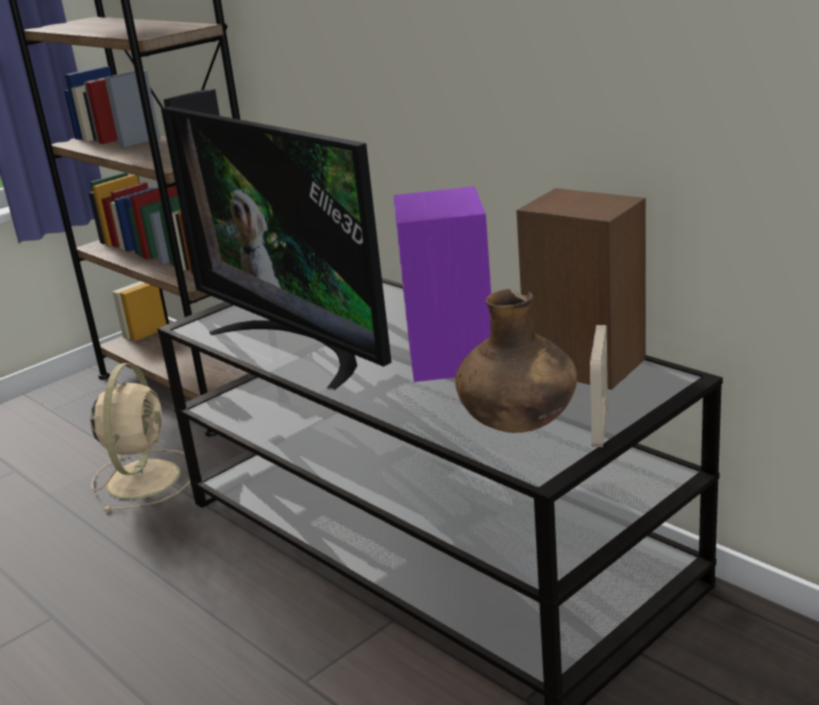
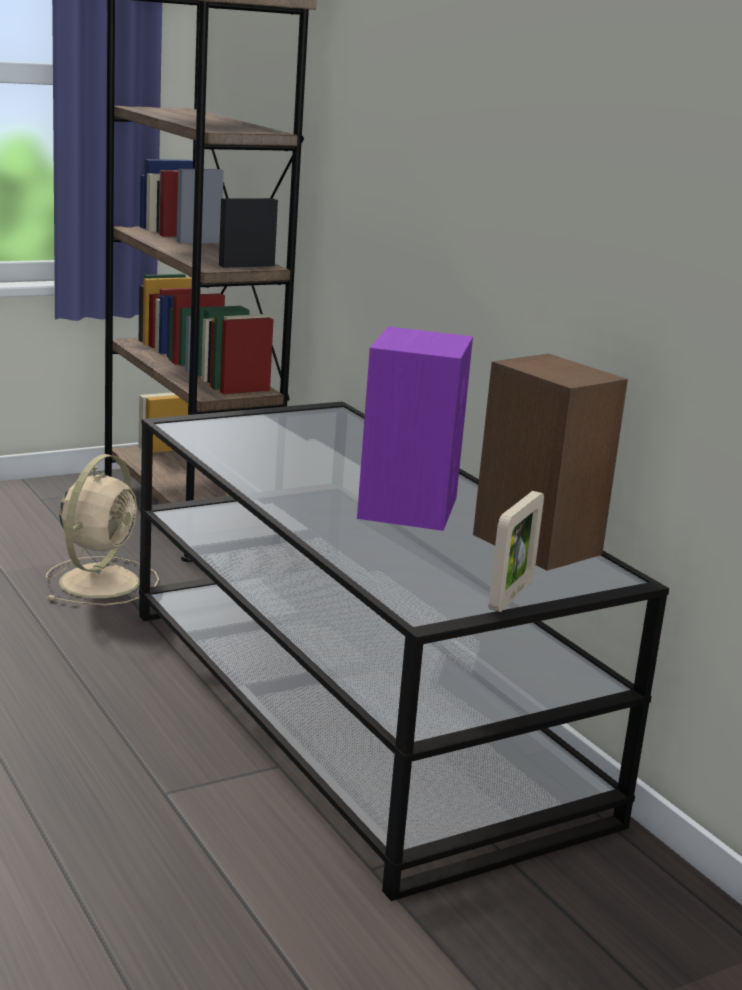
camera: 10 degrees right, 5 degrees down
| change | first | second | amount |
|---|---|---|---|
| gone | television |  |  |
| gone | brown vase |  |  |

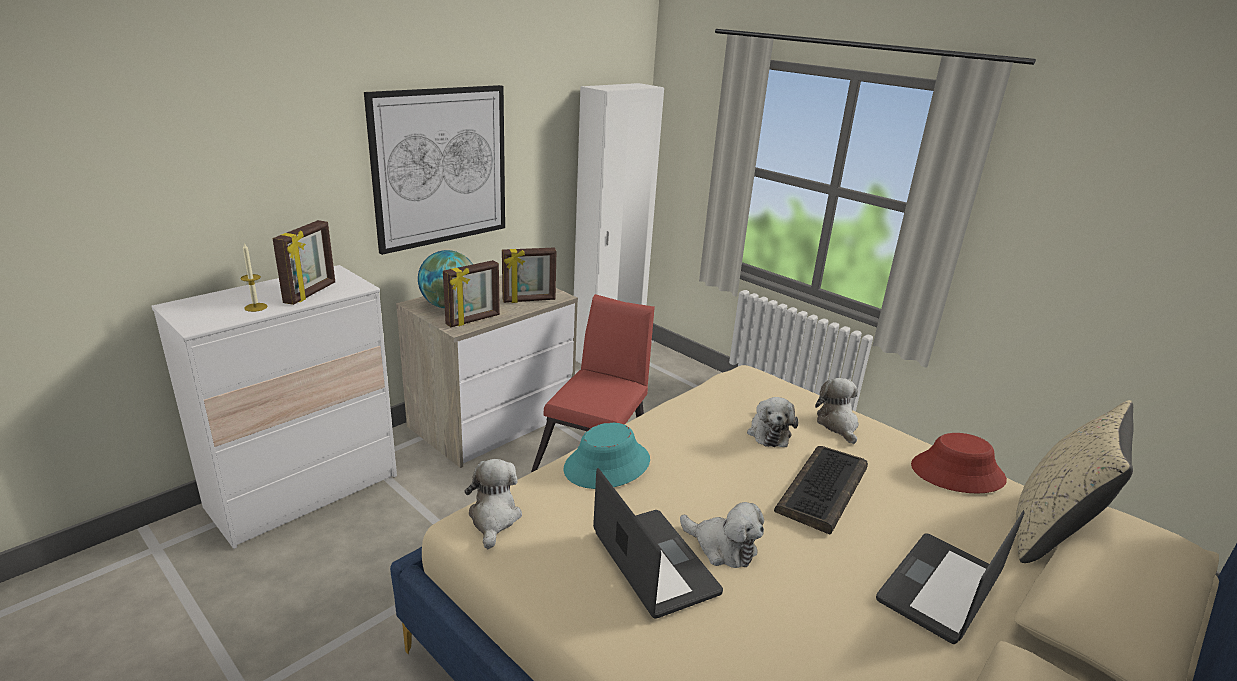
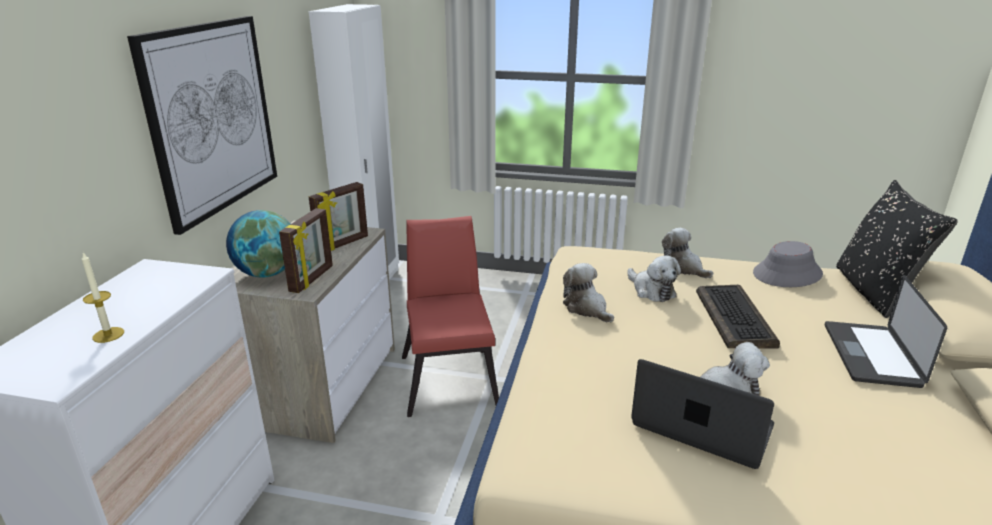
camera: 30 degrees left, 0 degrees up
| change | first | second | amount |
|---|---|---|---|
| gone | picture frame (no. 1 from left) |  |  |
| gone | turquoise hat |  |  |
| shifted | plush toy (no. 1 from left) |  |  |
| repainted | red hat | grey hat |  |
| repainted | beige pillow | black pillow |  |

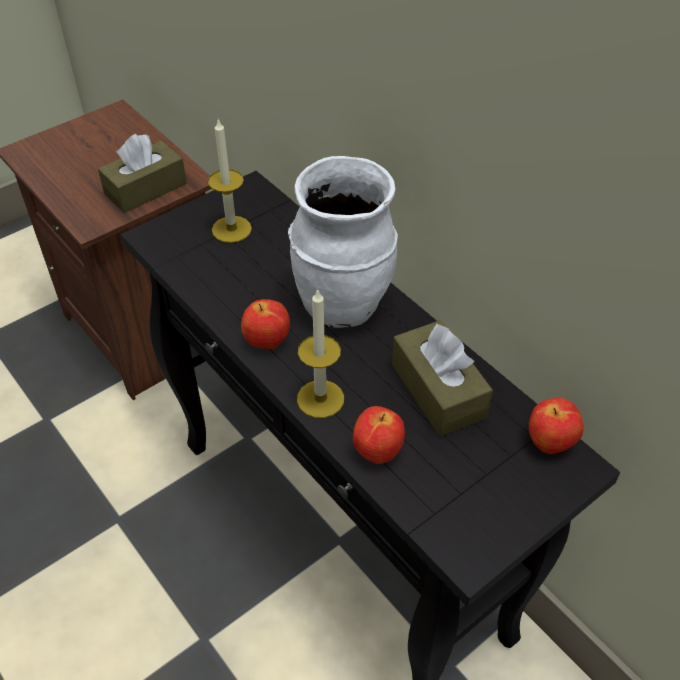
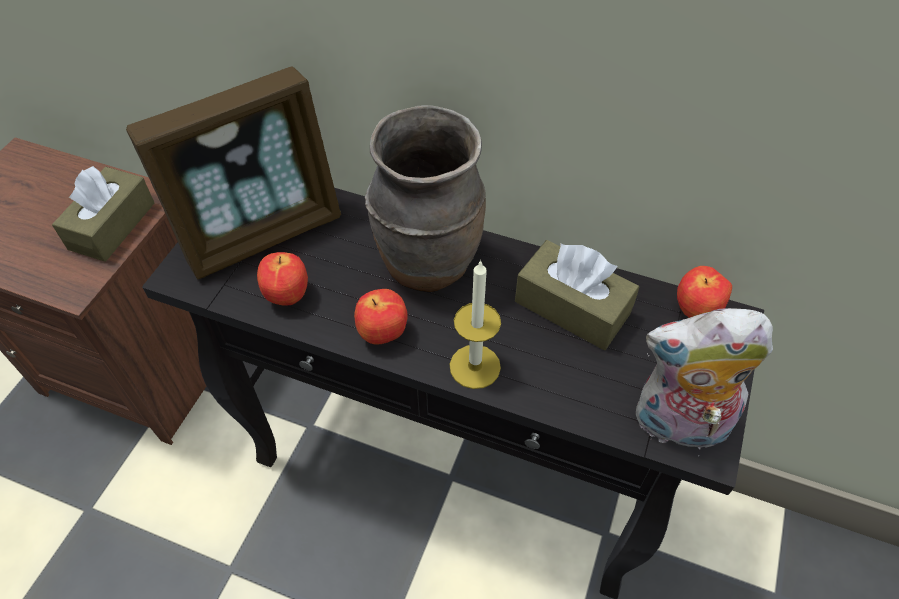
camera: 30 degrees left, 5 degrees up
| change | first | second | amount |
|---|---|---|---|
| new |  | plush toy |  |
| shifted | apple (no. 2 from left in the first image) | apple (no. 1 from left) |  |
| swapped | candle (no. 1 from left) | picture frame |  |
| repainted | white vase | brown vase |  |

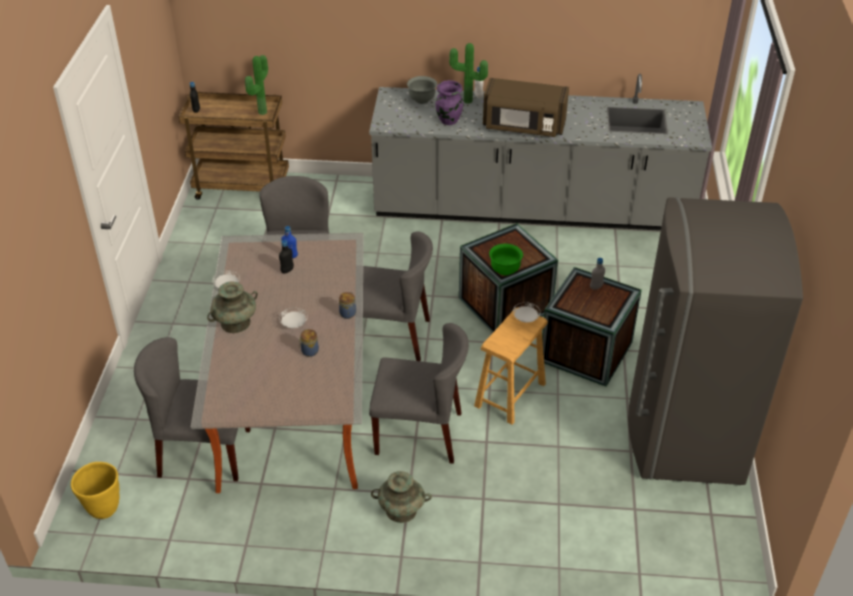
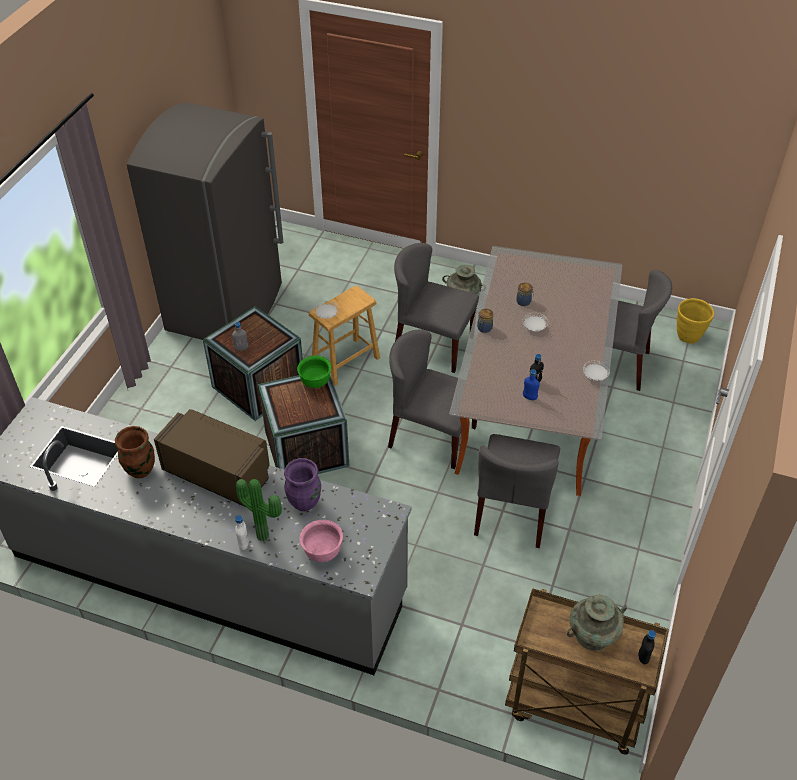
camera: 165 degrees left, 5 degrees up
| change | first | second | amount |
|---|---|---|---|
| gone | potted plant (no. 1 from left) |  |  |
| new |  | brown vase |  |
| shifted | turquoise vase (no. 1 from left in the first image) | turquoise vase (no. 2 from left) |  |
| repainted | grey bowl | pink bowl |  |

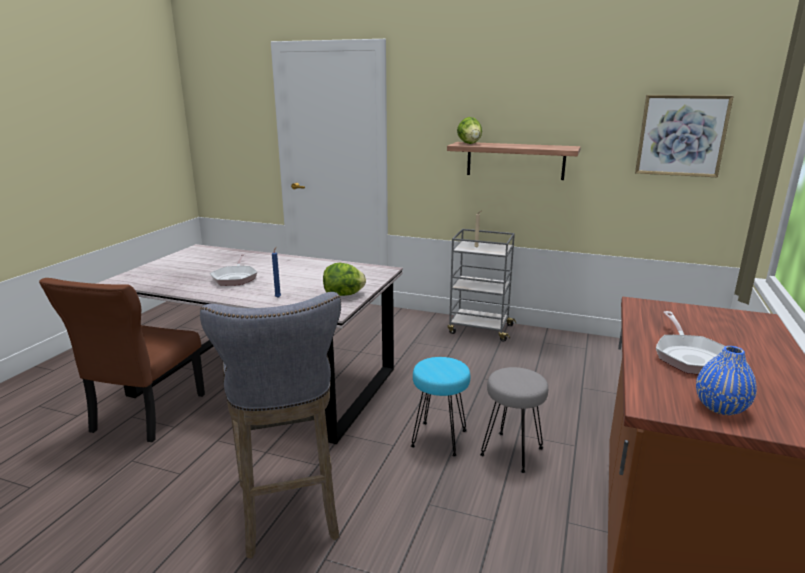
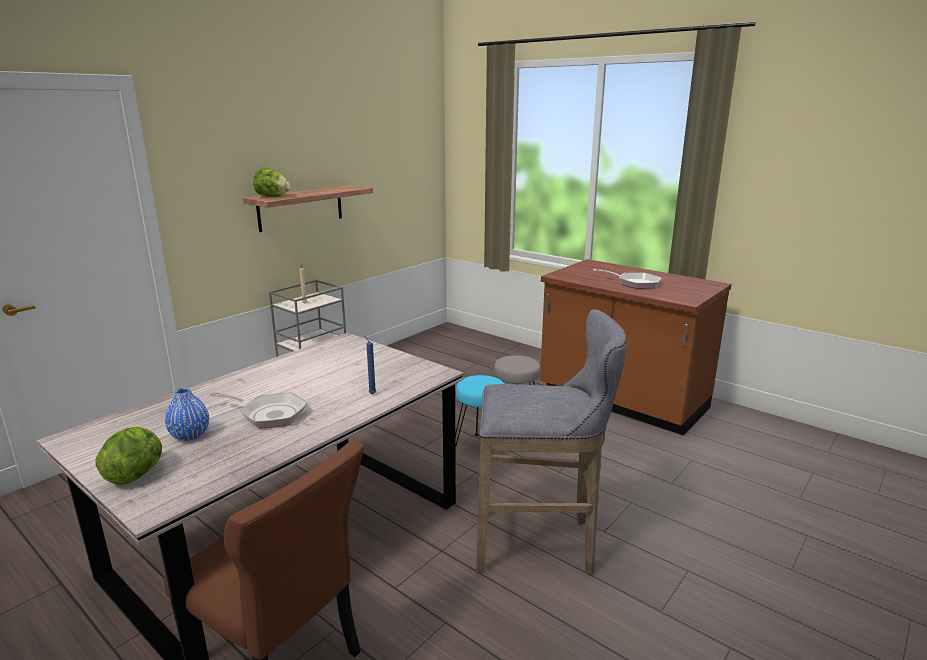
camera: 70 degrees left, 0 degrees up
| change | first | second | amount |
|---|---|---|---|
| gone | picture |  |  |
| shifted | lettuce (no. 1 from left) |  |  |
| shifted | blue vase |  |  |

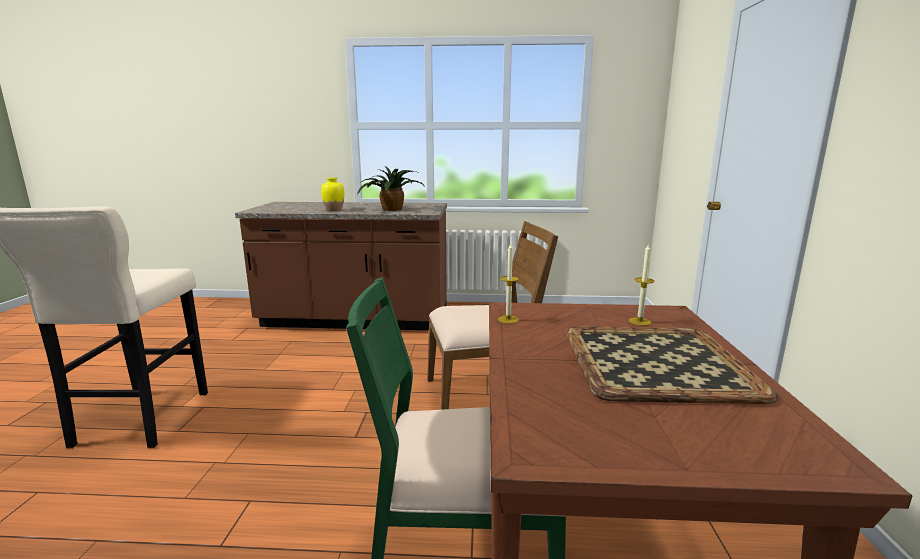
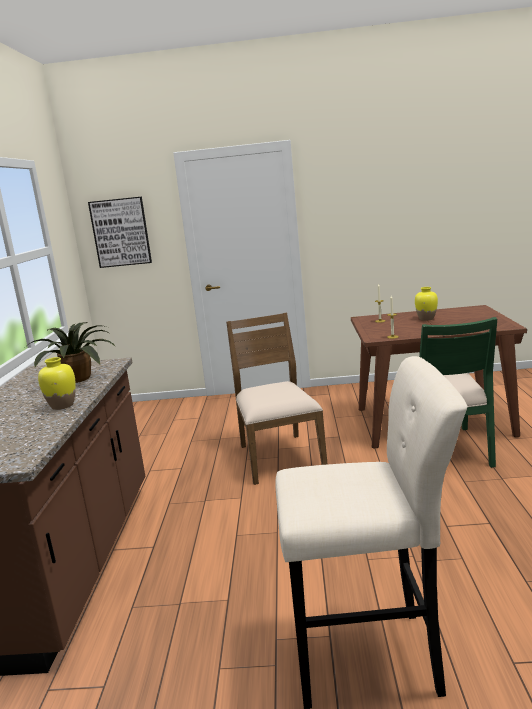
camera: 90 degrees left, 0 degrees up
| change | first | second | amount |
|---|---|---|---|
| new |  | picture |  |
| swapped | tray | yellow vase (no. 2 from left) |  |

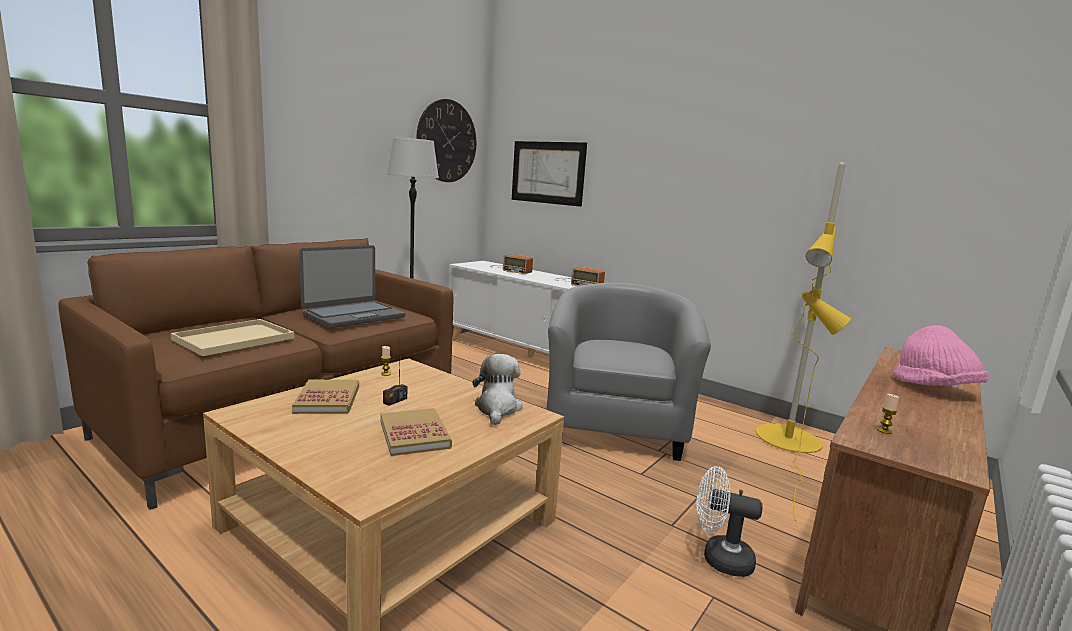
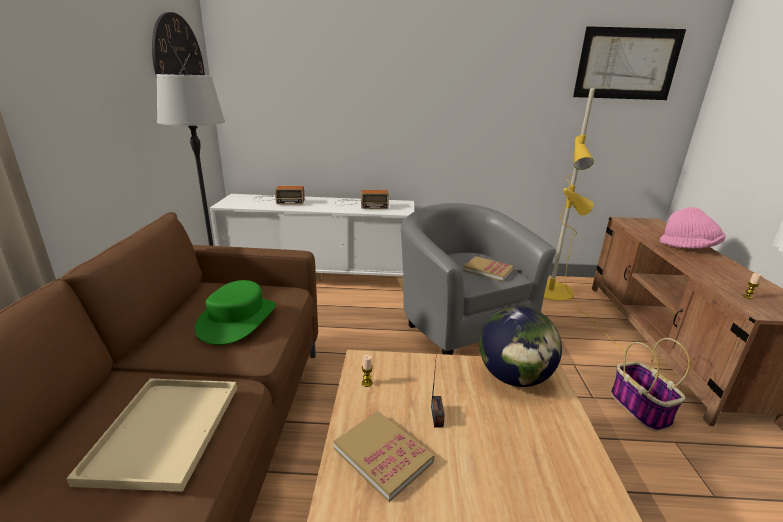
camera: 35 degrees left, 10 degrees up
| change | first | second | amount |
|---|---|---|---|
| shifted | book (no. 2 from left) |  |  |
| shifted | picture |  |  |
| swapped | laptop | green hat |  |
| swapped | plush toy | globe |  |
| swapped | white fan | basket |  |

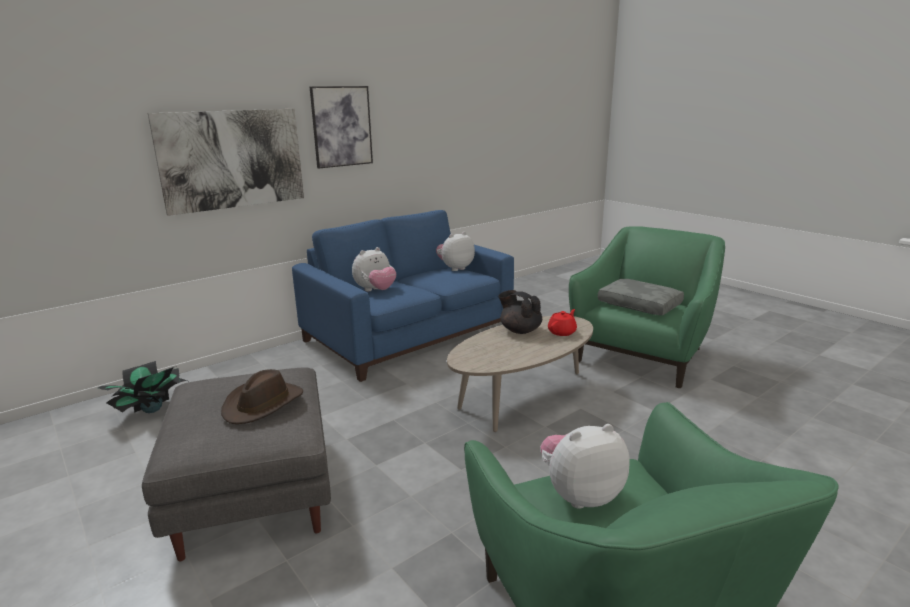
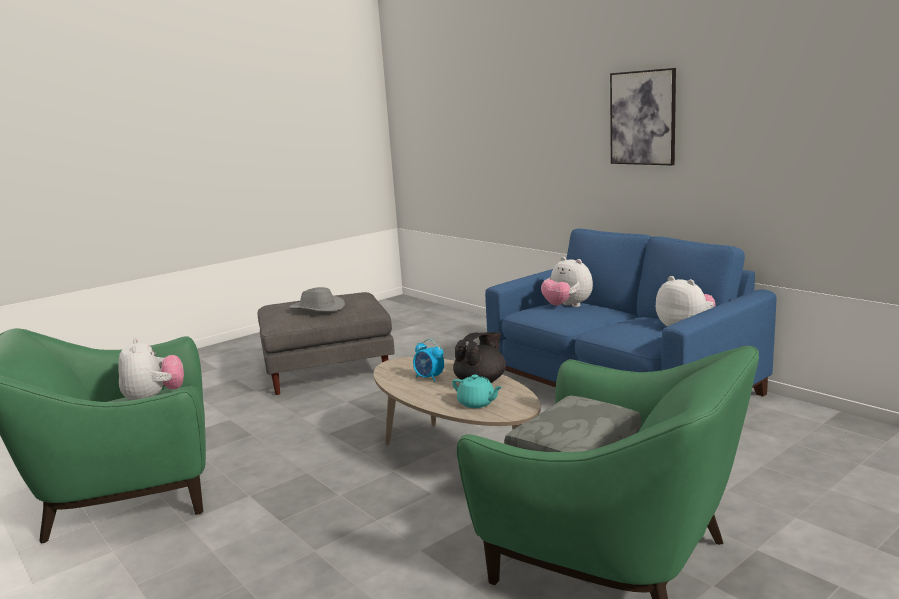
camera: 90 degrees right, 5 degrees down
| change | first | second | amount |
|---|---|---|---|
| gone | potted plant |  |  |
| gone | picture (no. 1 from left) |  |  |
| new |  | alarm clock |  |
| repainted | brown hat | grey hat |  |
| repainted | red teapot | turquoise teapot |  |

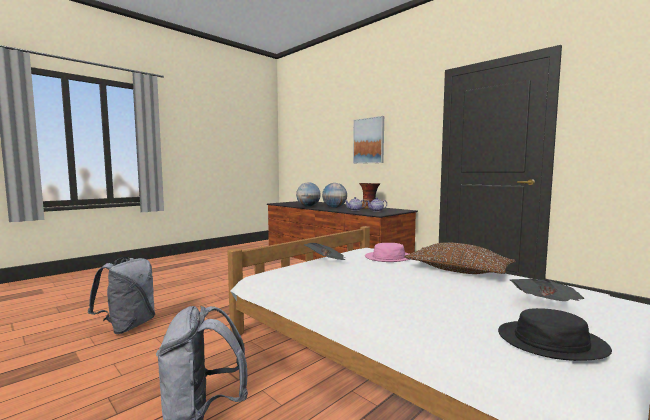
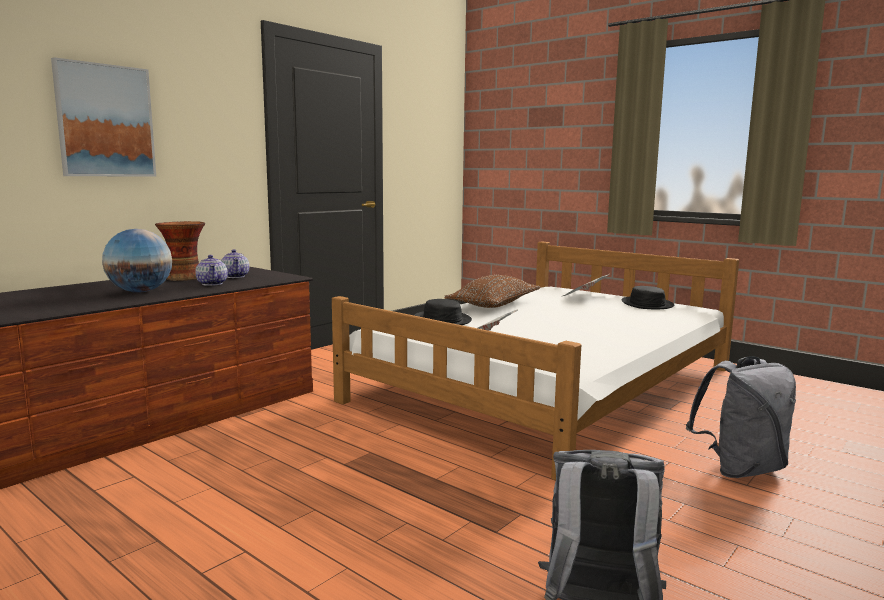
camera: 95 degrees left, 5 degrees up
| change | first | second | amount |
|---|---|---|---|
| gone | globe (no. 1 from left) |  |  |
| repainted | pink hat | black hat (no. 1 from left) |  |

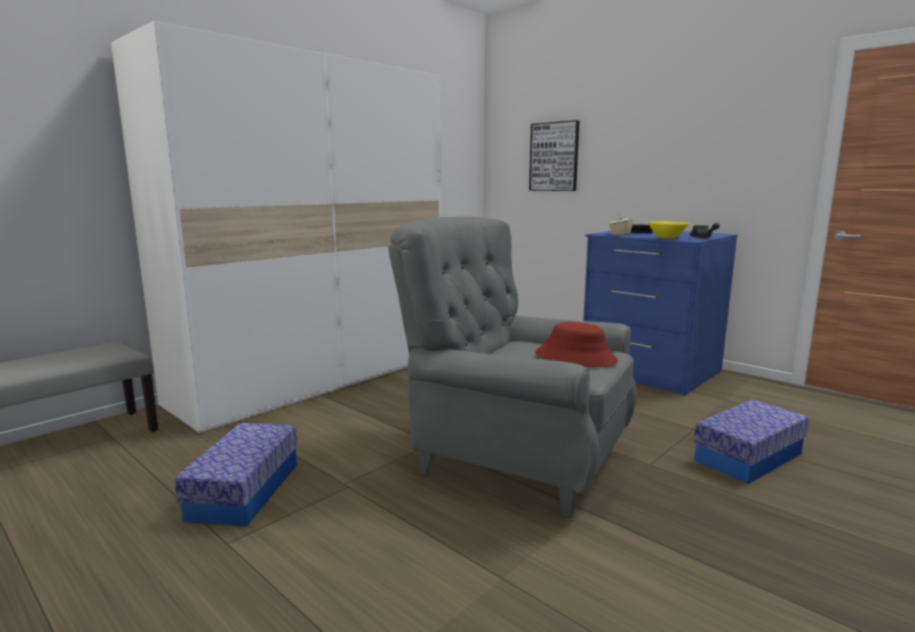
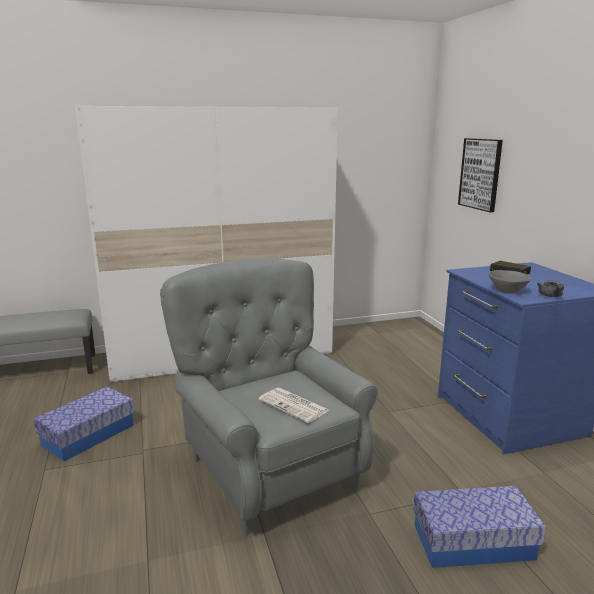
camera: 30 degrees right, 5 degrees up
| change | first | second | amount |
|---|---|---|---|
| gone | beige tissue box |  |  |
| swapped | red hat | newspaper |  |
| repainted | yellow bowl | grey bowl |  |

